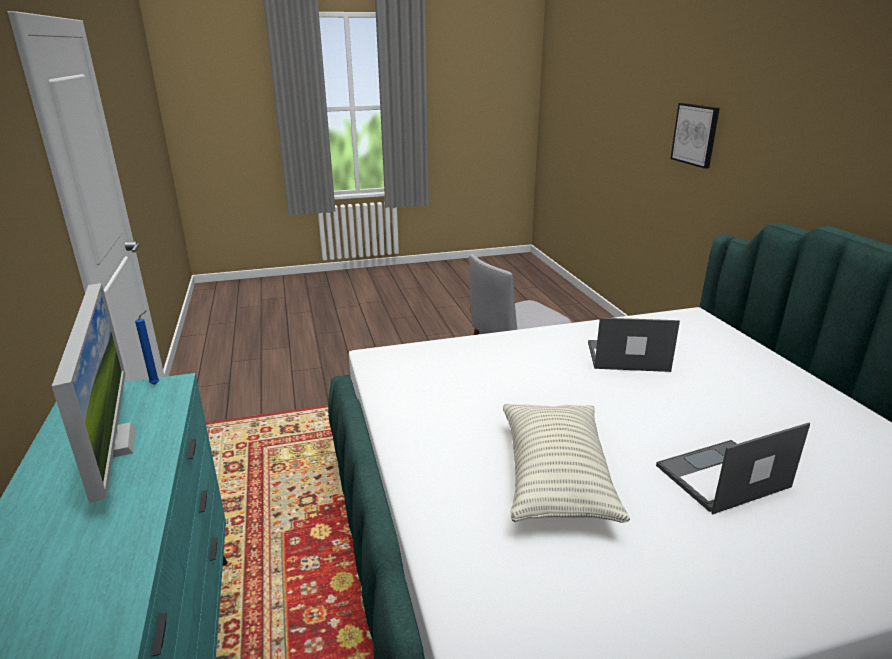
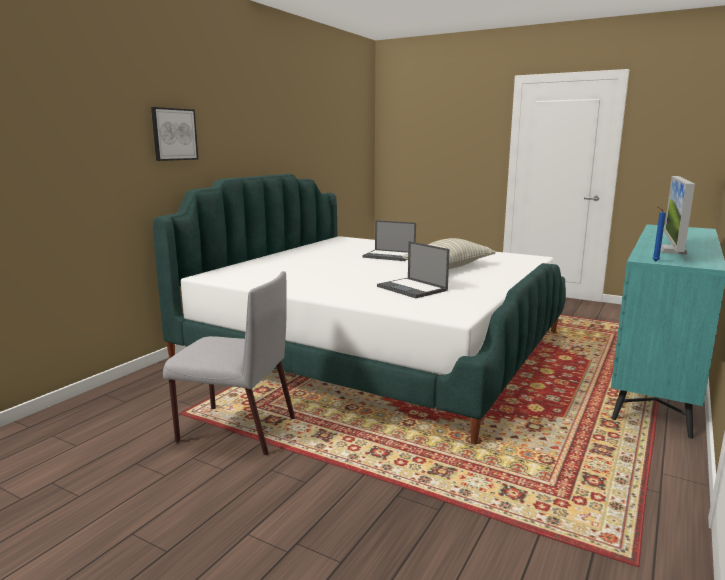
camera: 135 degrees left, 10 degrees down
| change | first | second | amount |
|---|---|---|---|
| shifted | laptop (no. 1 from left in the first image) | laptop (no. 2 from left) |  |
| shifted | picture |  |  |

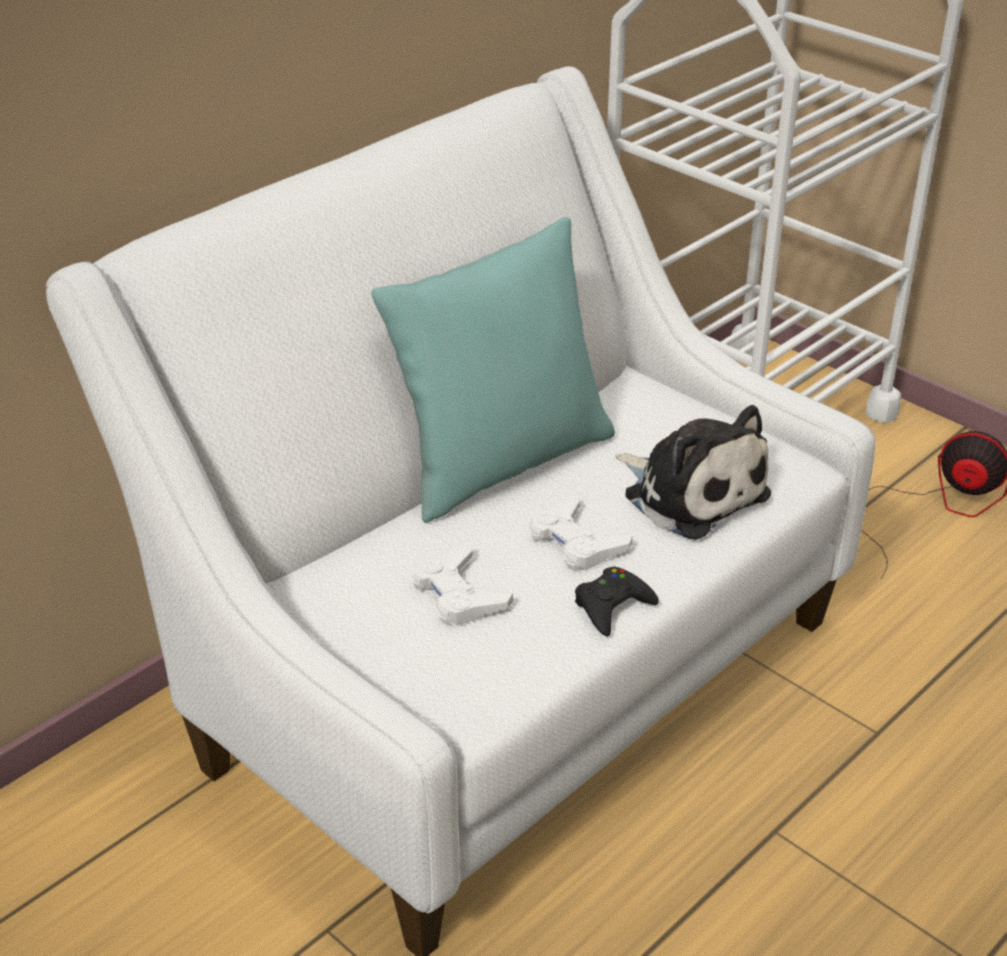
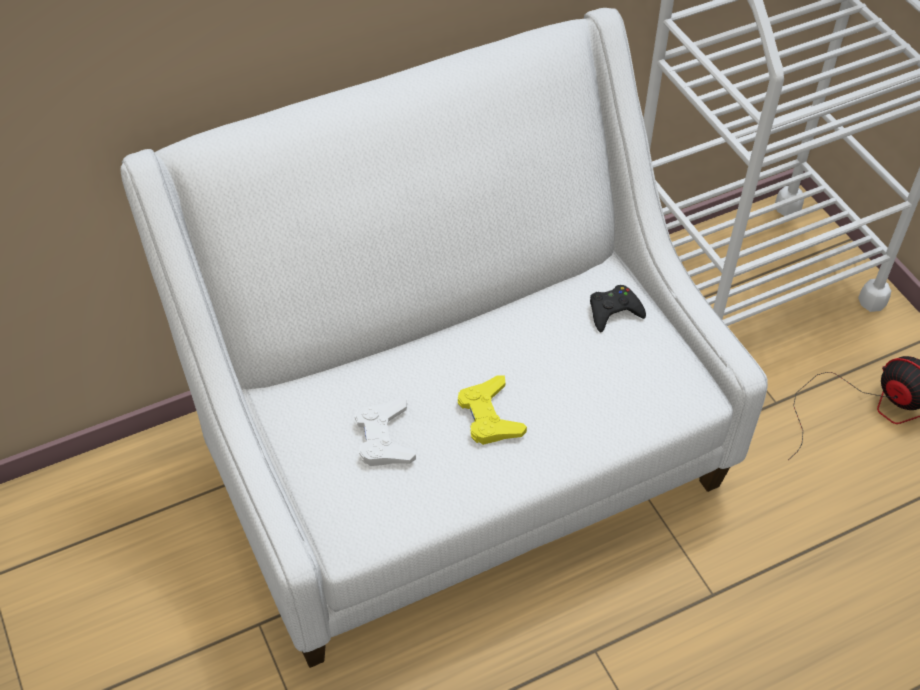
camera: 20 degrees right, 15 degrees up
| change | first | second | amount |
|---|---|---|---|
| gone | turquoise pillow |  |  |
| gone | plush toy |  |  |
| shifted | black game controller |  |  |
| repainted | white game controller (no. 2 from left) | yellow game controller |  |

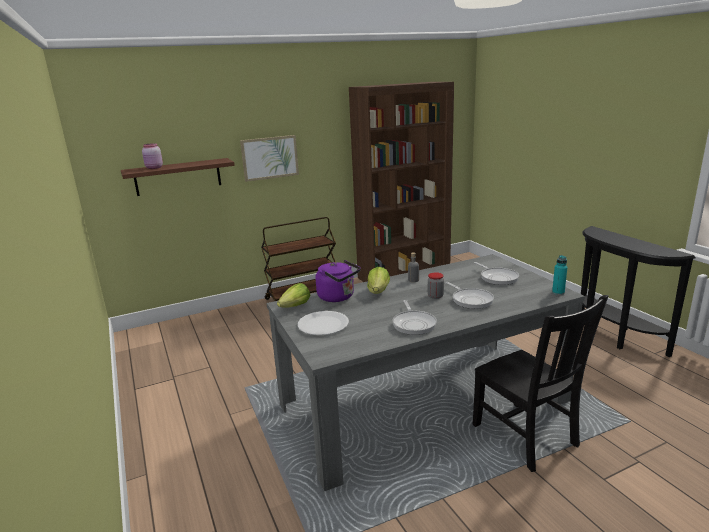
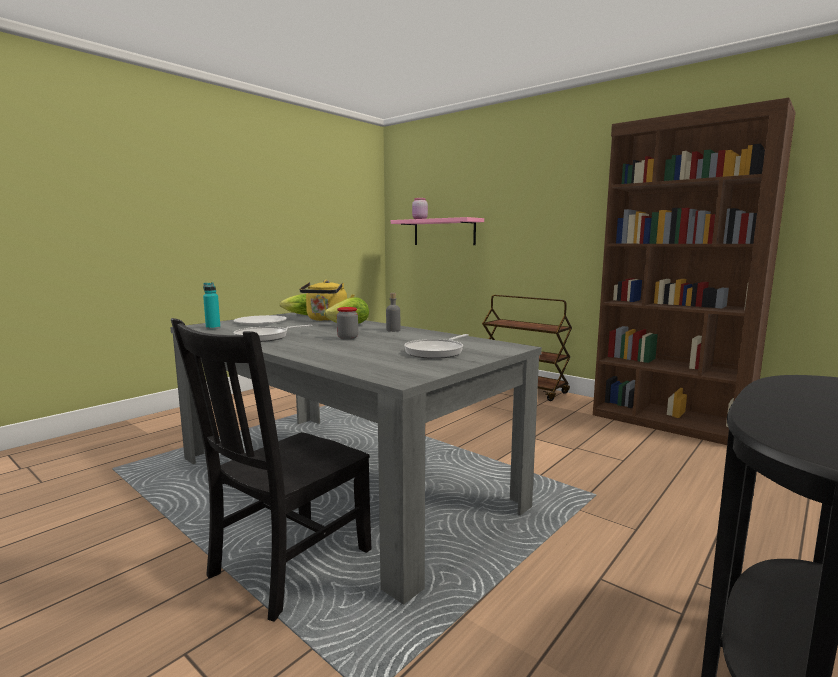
camera: 65 degrees right, 10 degrees down
| change | first | second | amount |
|---|---|---|---|
| gone | picture |  |  |
| gone | frying pan (no. 2 from left) |  |  |
| shifted | turquoise bottle |  |  |
| repainted | brown shelf | pink shelf |  |
| repainted | purple kettle | yellow kettle |  |

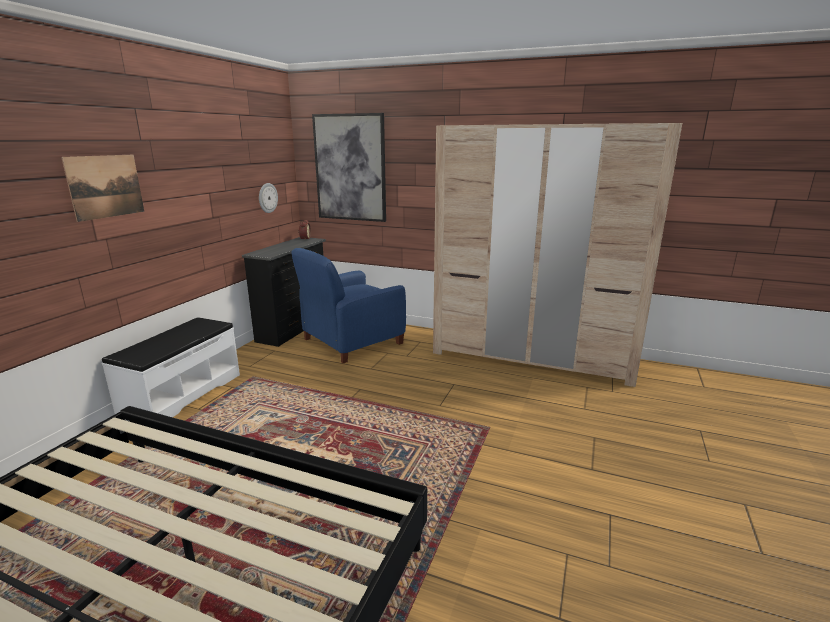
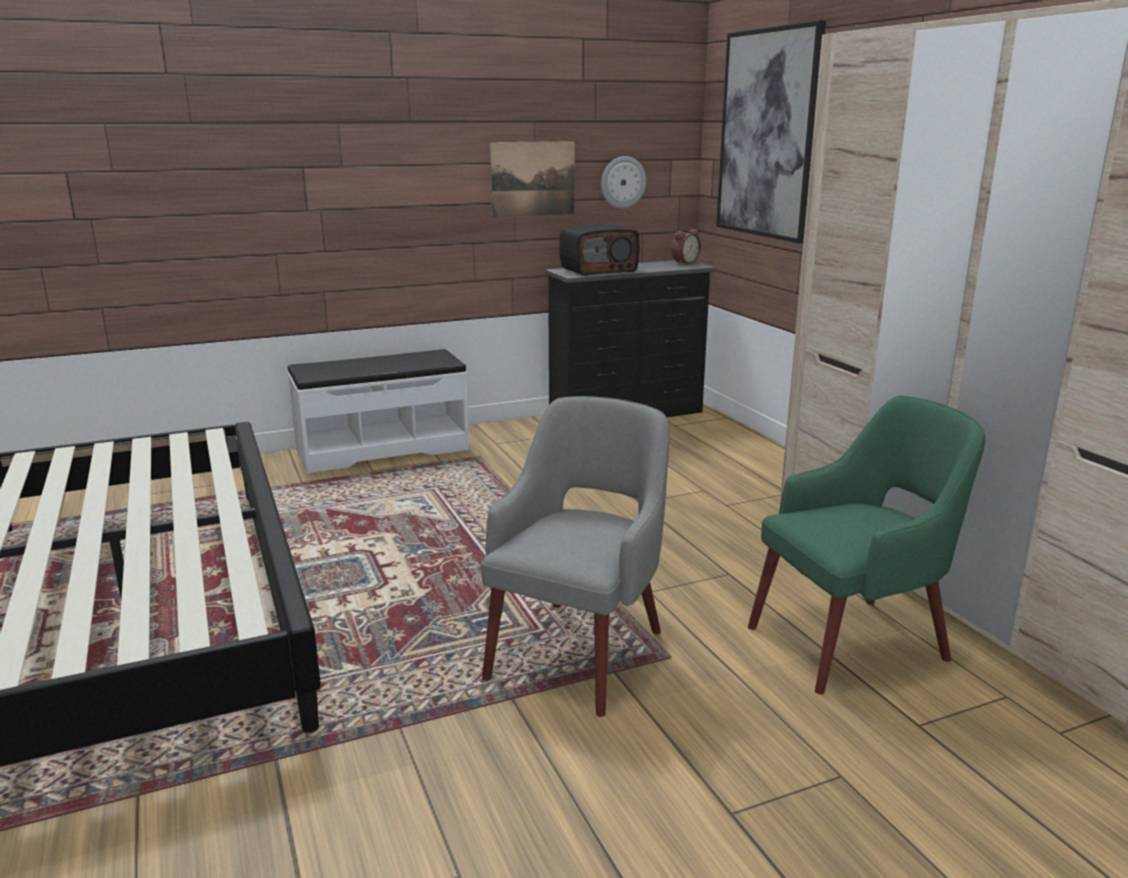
camera: 45 degrees right, 0 degrees up
| change | first | second | amount |
|---|---|---|---|
| gone | blue armchair |  |  |
| new |  | grey armchair |  |
| new |  | radio |  |
| new |  | green armchair |  |
| shifted | picture (no. 1 from left) |  |  |

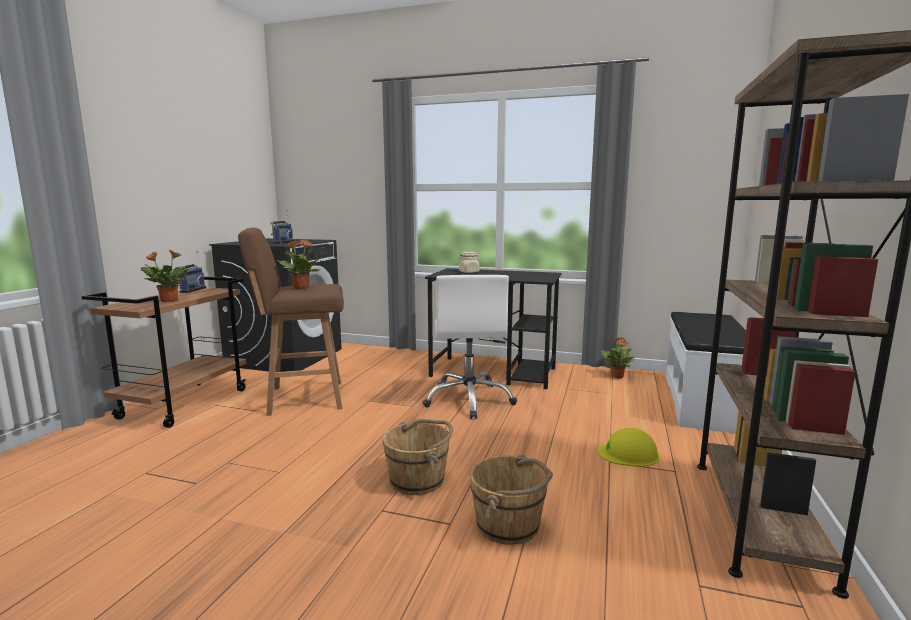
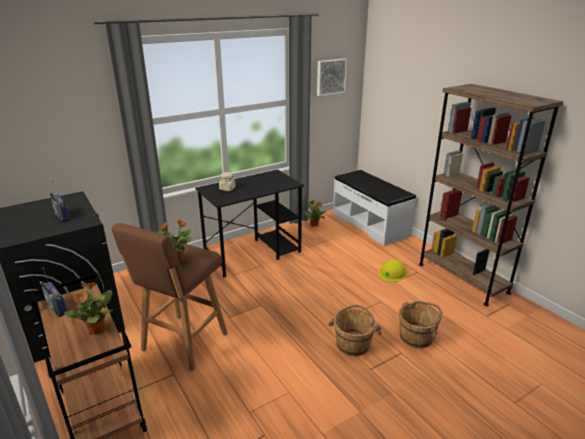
camera: 50 degrees left, 15 degrees up
| change | first | second | amount |
|---|---|---|---|
| gone | white office chair |  |  |
| new |  | picture |  |

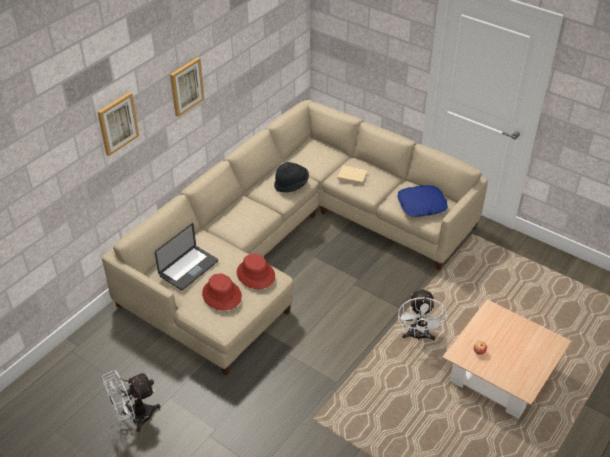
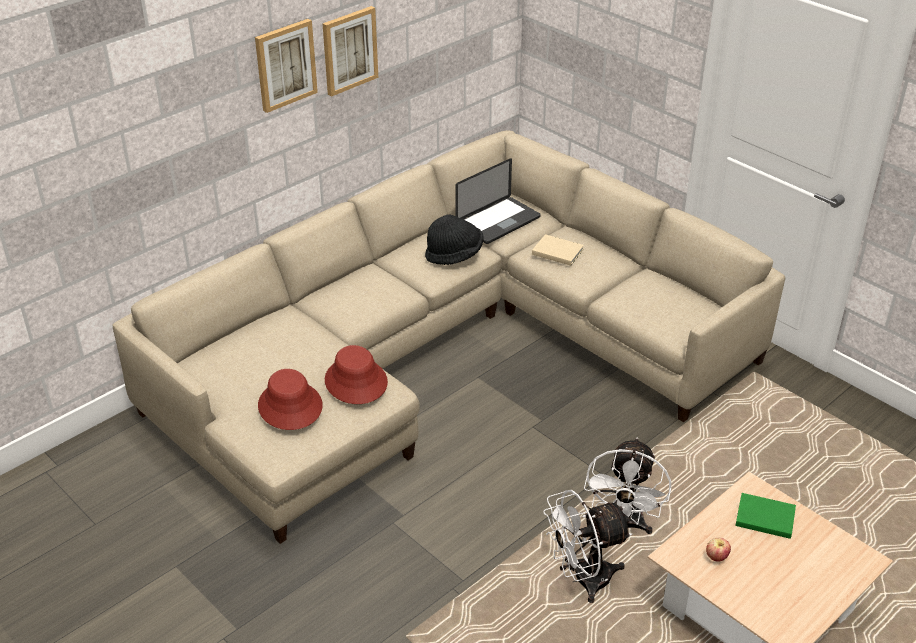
camera: 10 degrees right, 5 degrees down
| change | first | second | amount |
|---|---|---|---|
| gone | blue pillow |  |  |
| new |  | green book |  |
| shifted | picture (no. 1 from left in the first image) | picture (no. 2 from left) |  |
| shifted | white fan (no. 1 from left) |  |  |
| shifted | laptop |  |  |

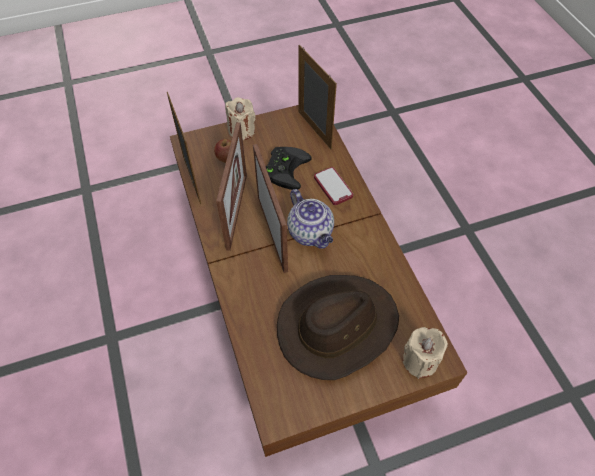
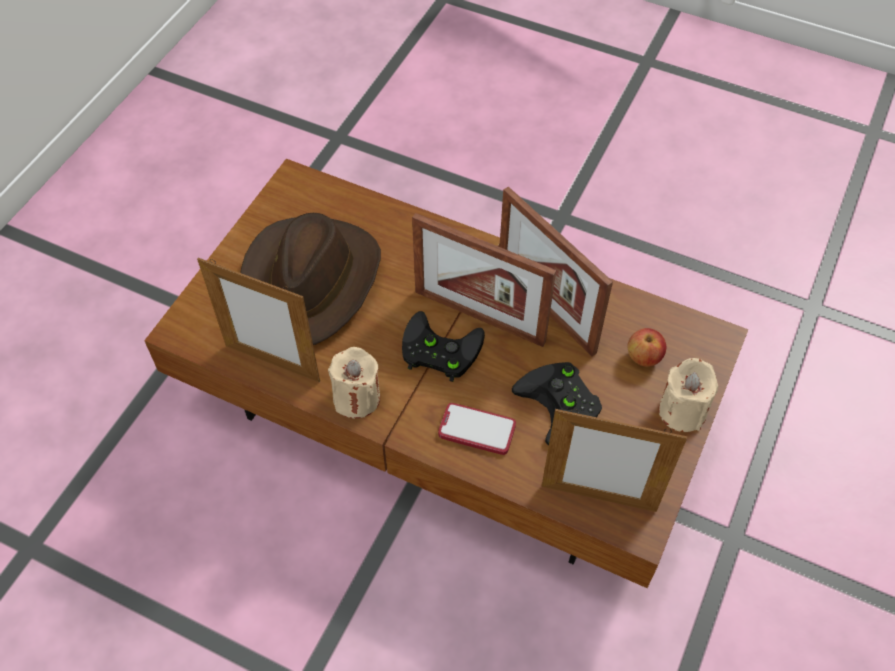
camera: 135 degrees right, 0 degrees up
| change | first | second | amount |
|---|---|---|---|
| shifted | picture frame (no. 1 from left) |  |  |
| shifted | beige candle (no. 2 from left in the first image) | beige candle (no. 1 from left) |  |
| swapped | teapot | black game controller (no. 1 from left) |  |

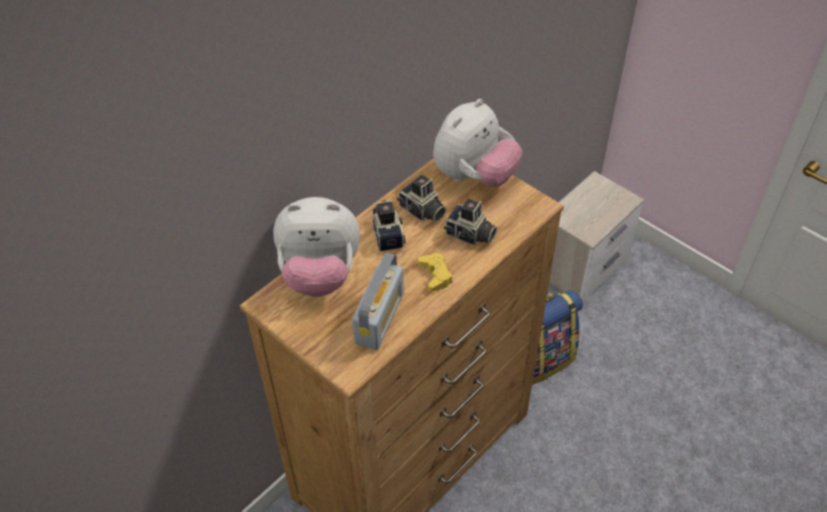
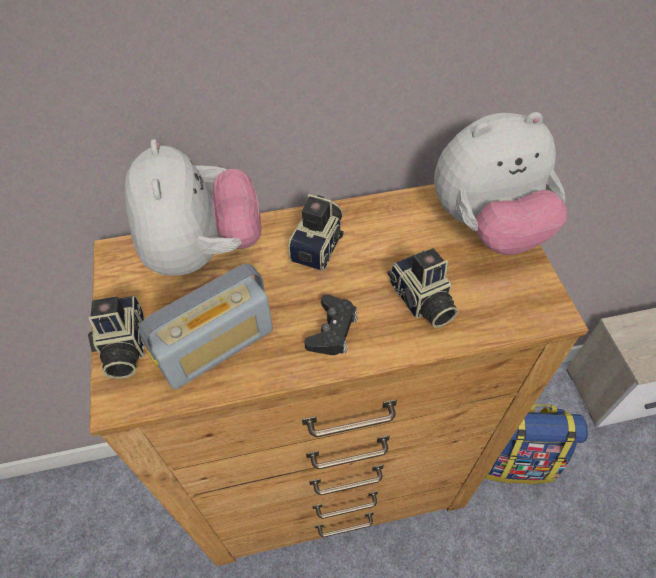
camera: 35 degrees right, 5 degrees up
| change | first | second | amount |
|---|---|---|---|
| shifted | photo camera (no. 2 from left in the first image) | photo camera (no. 1 from left) |  |
| repainted | yellow game controller | black game controller |  |
| rotated | plush toy (no. 1 from left) |  | 135 degrees counterclockwise |

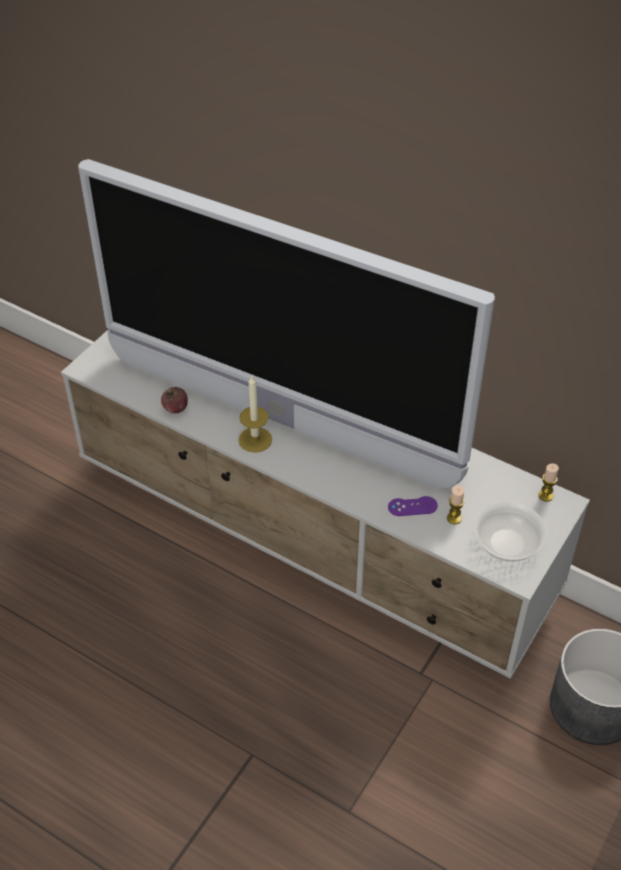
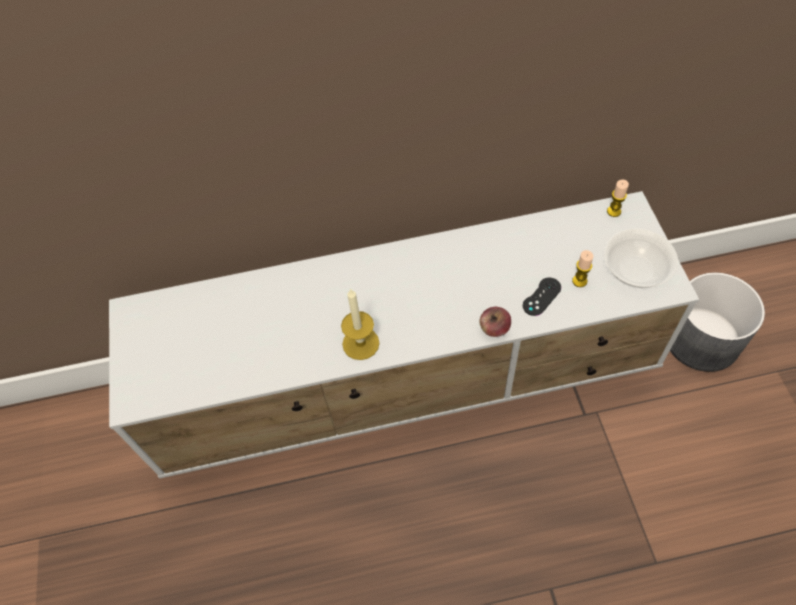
camera: 40 degrees left, 10 degrees up
| change | first | second | amount |
|---|---|---|---|
| gone | television |  |  |
| shifted | apple |  |  |
| repainted | purple game controller | black game controller |  |

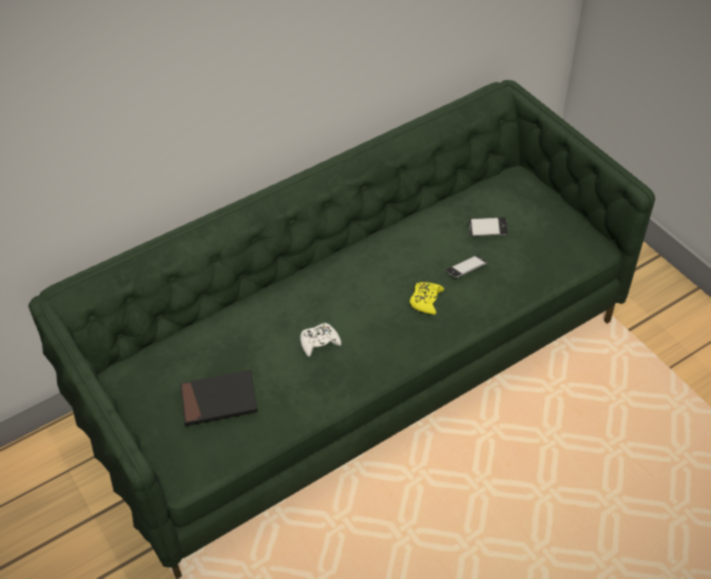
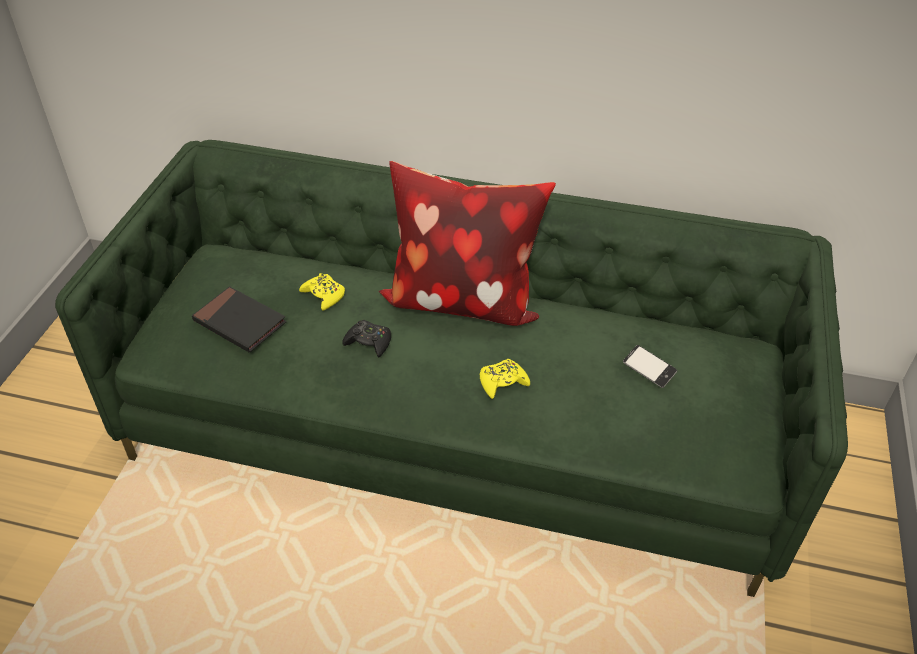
camera: 45 degrees right, 5 degrees down
| change | first | second | amount |
|---|---|---|---|
| gone | phone (no. 1 from left) |  |  |
| new |  | yellow game controller (no. 1 from left) |  |
| new |  | pillow |  |
| repainted | white game controller | black game controller |  |

